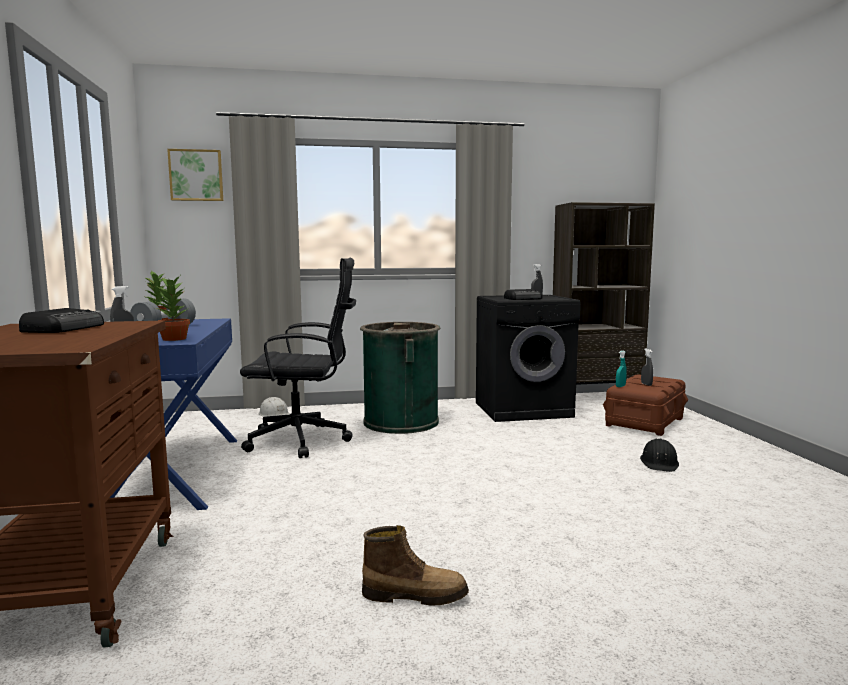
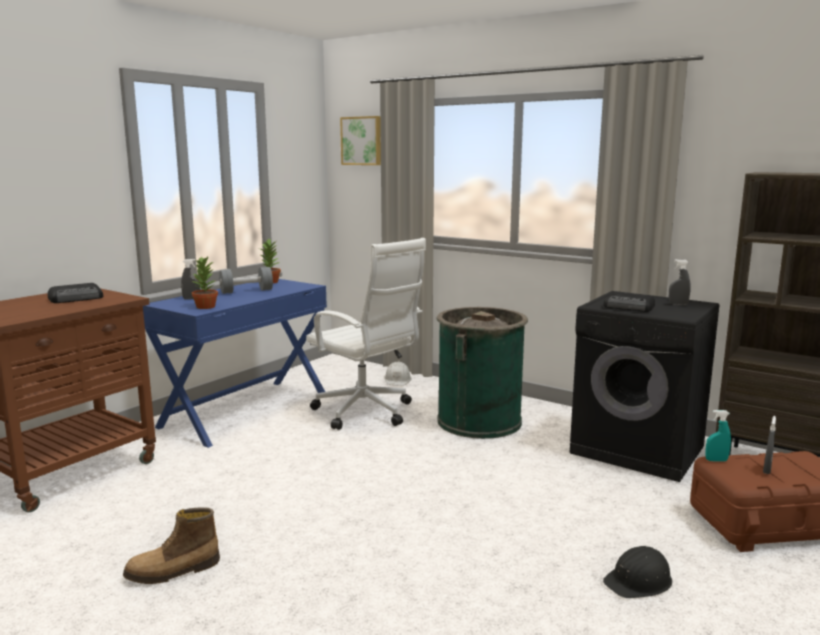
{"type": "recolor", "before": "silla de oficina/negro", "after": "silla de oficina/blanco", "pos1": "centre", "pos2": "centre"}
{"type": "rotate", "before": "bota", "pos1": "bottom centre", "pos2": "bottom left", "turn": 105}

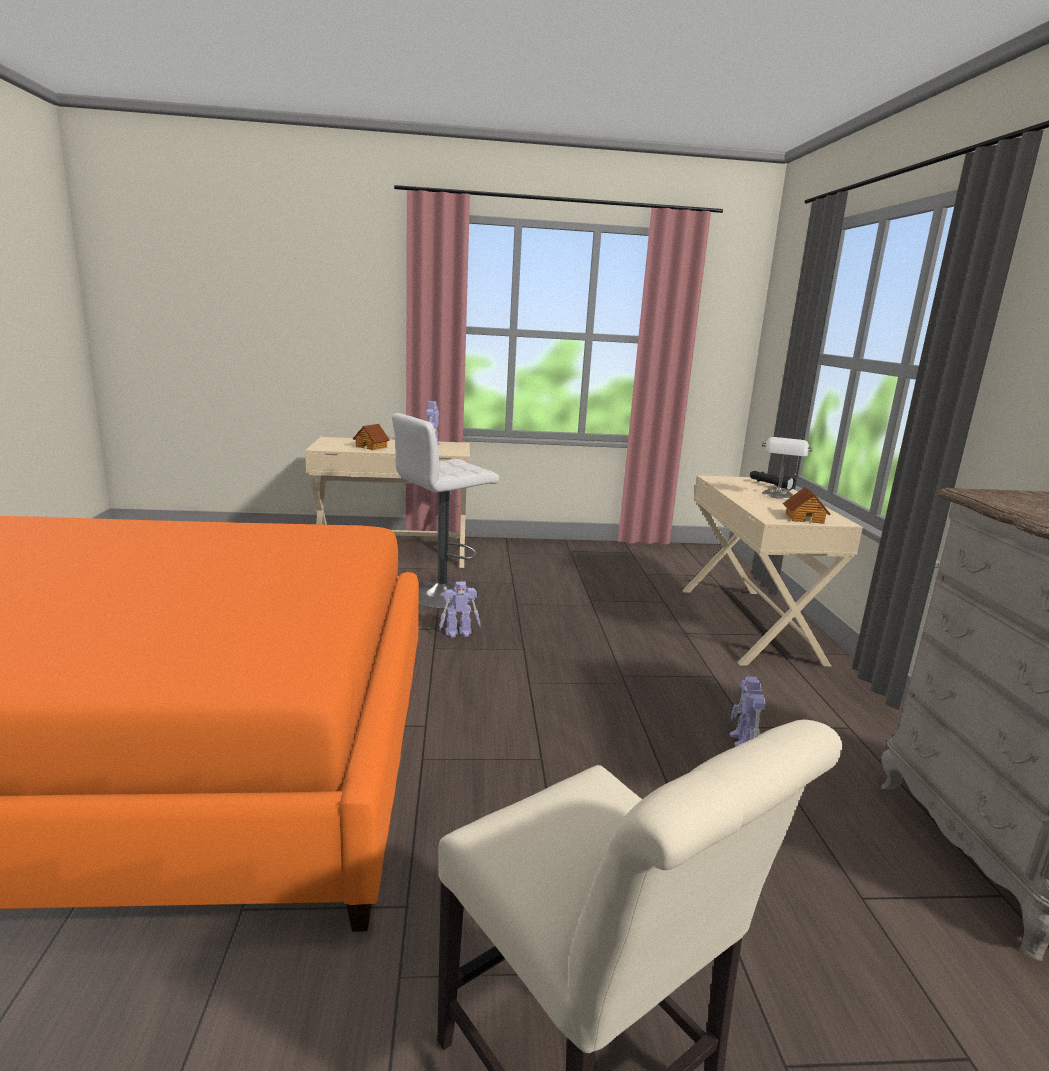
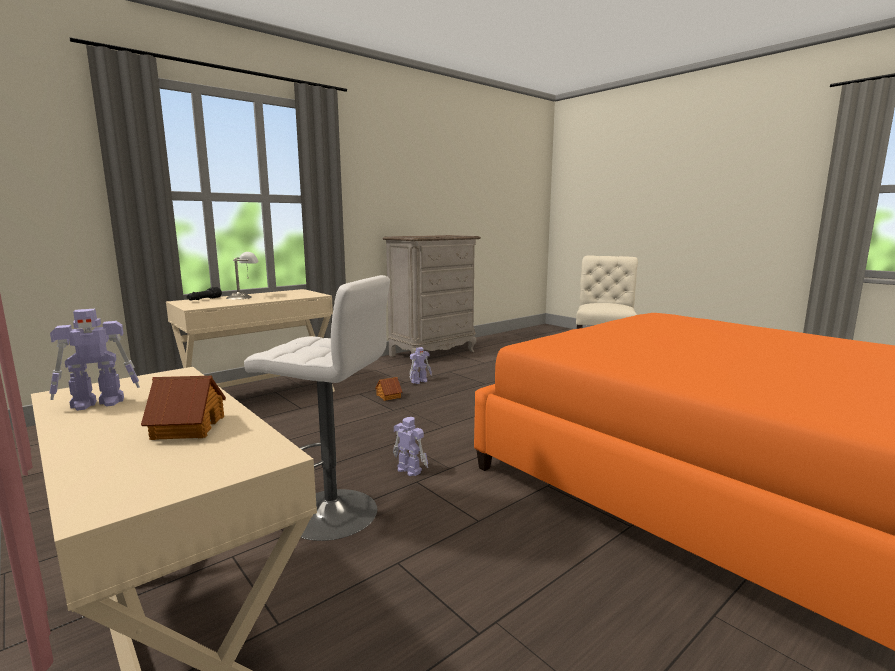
{"type": "move", "before": "casita (2nd from left)", "pos1": "middle right", "pos2": "centre"}

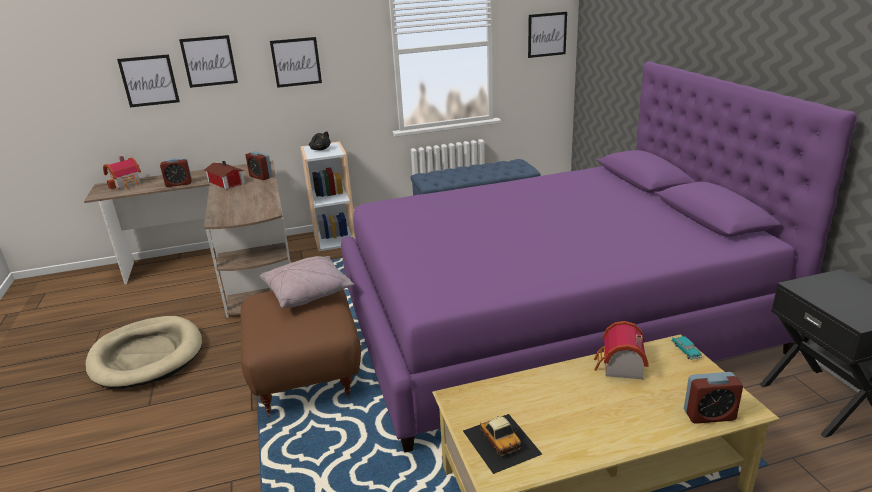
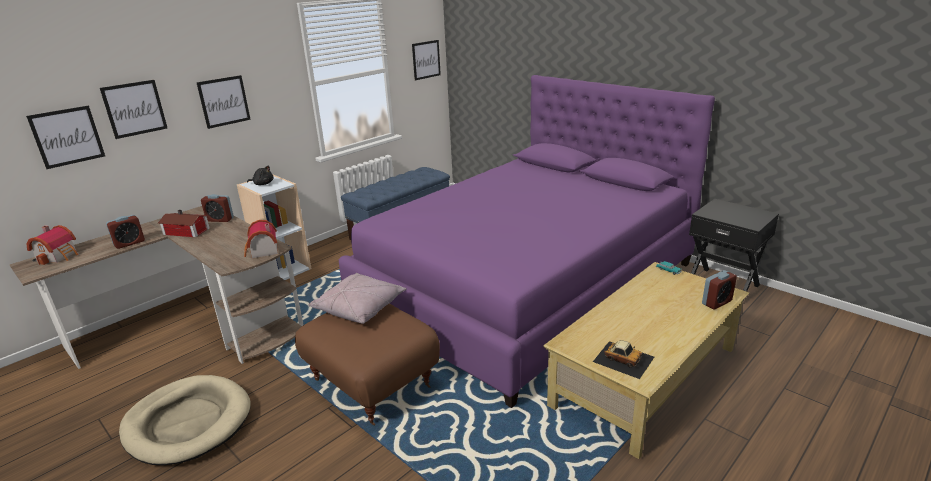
{"type": "move", "before": "casita (3rd from left)", "pos1": "bottom right", "pos2": "middle left"}

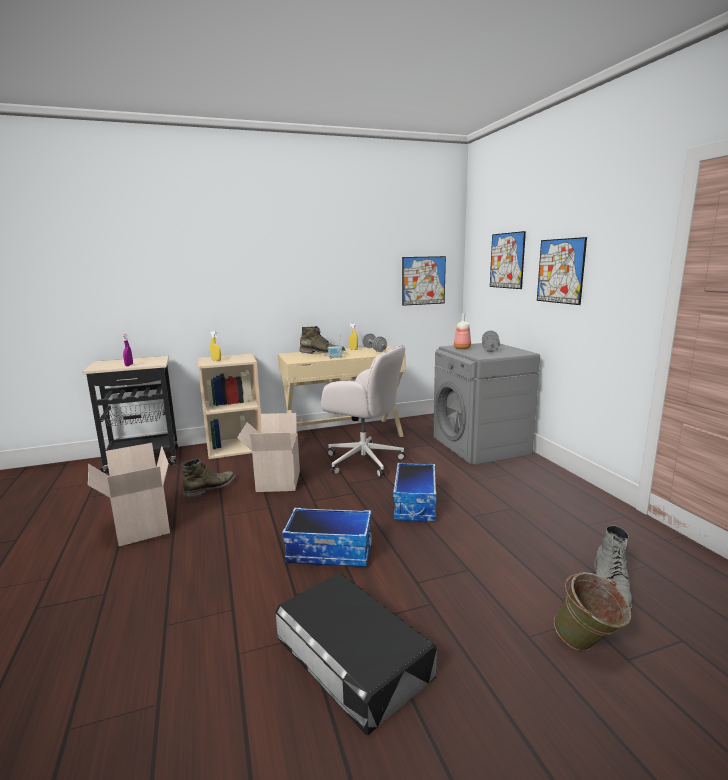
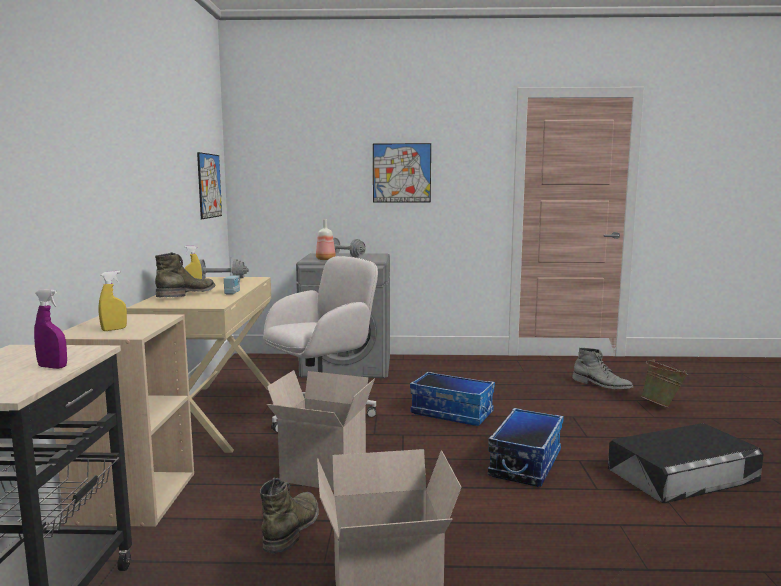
{"type": "delete", "before": "cuadro (2nd from left)", "pos1": "middle right"}
{"type": "rotate", "before": "bota/verde (1st from left in the first image)", "pos1": "middle left", "pos2": "bottom centre", "turn": 45}

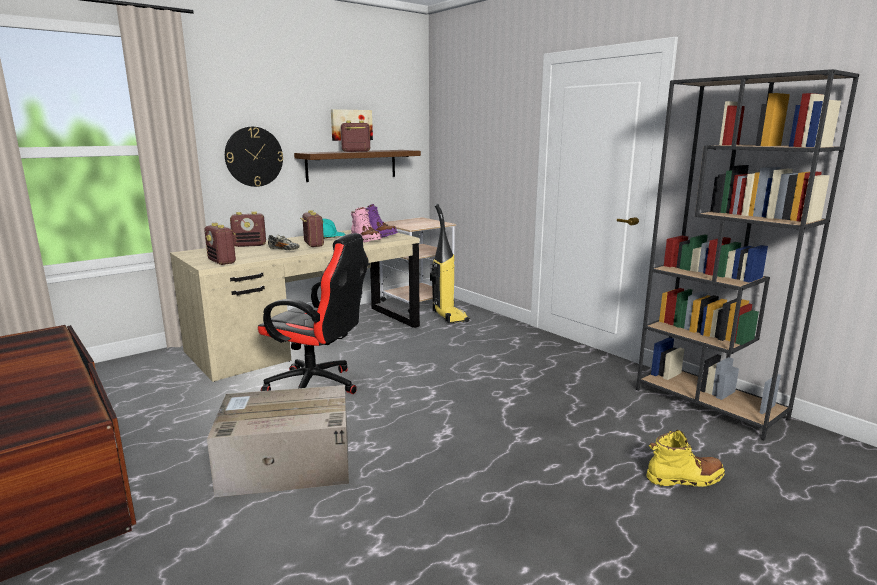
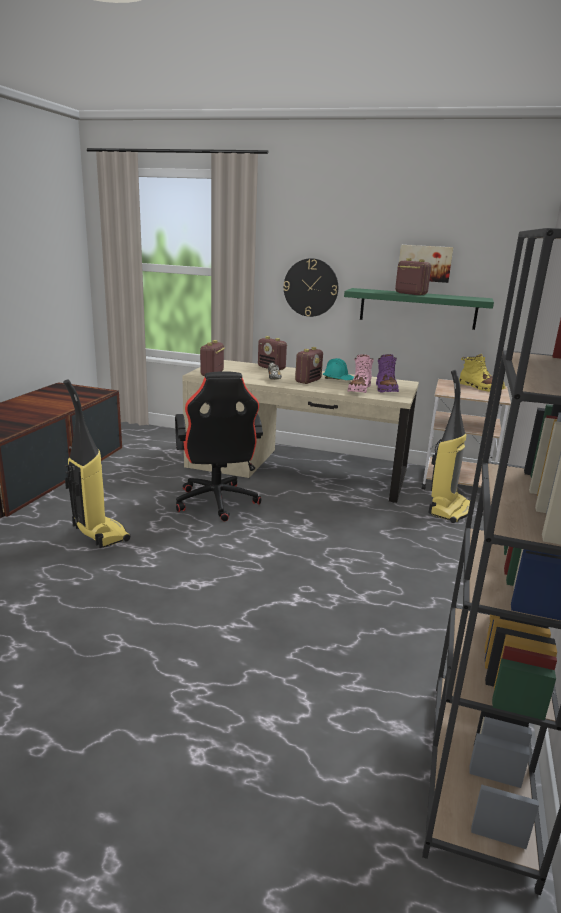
{"type": "move", "before": "bota/amarillo", "pos1": "bottom right", "pos2": "middle right"}
{"type": "replace", "before": "caja de cartón", "after": "aspiradora (1st from left)", "pos1": "bottom left", "pos2": "middle left"}
{"type": "recolor", "before": "estante/marrón", "after": "estante/verde", "pos1": "top centre", "pos2": "middle right"}

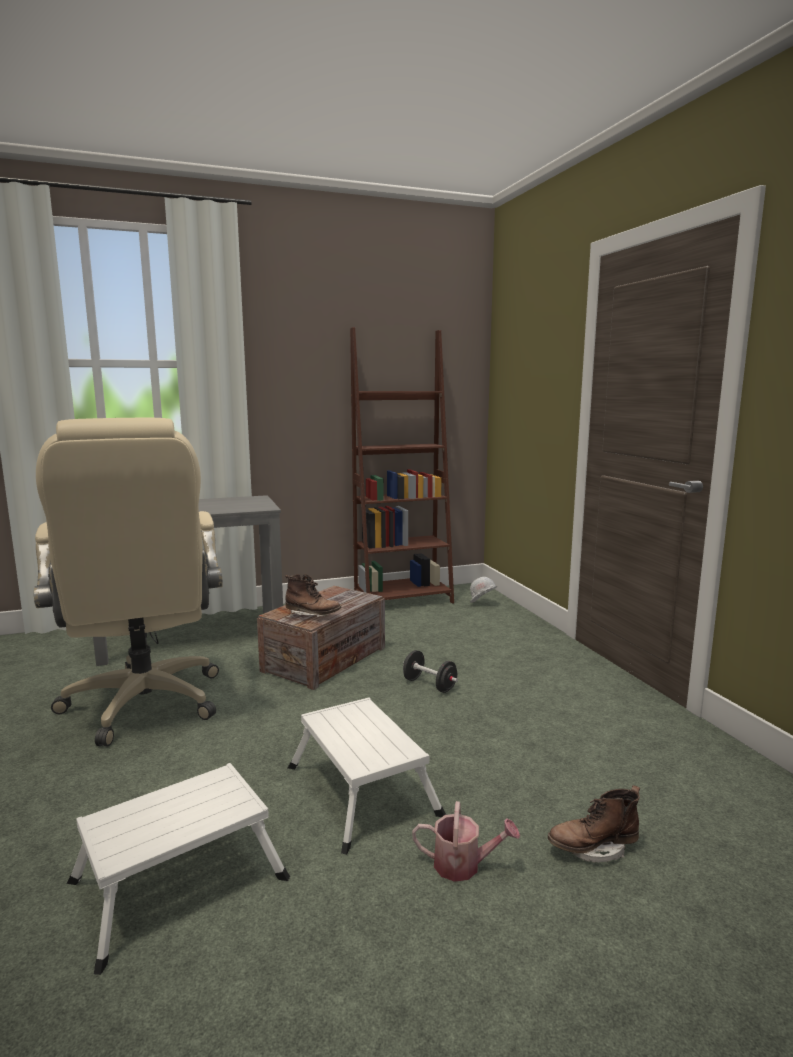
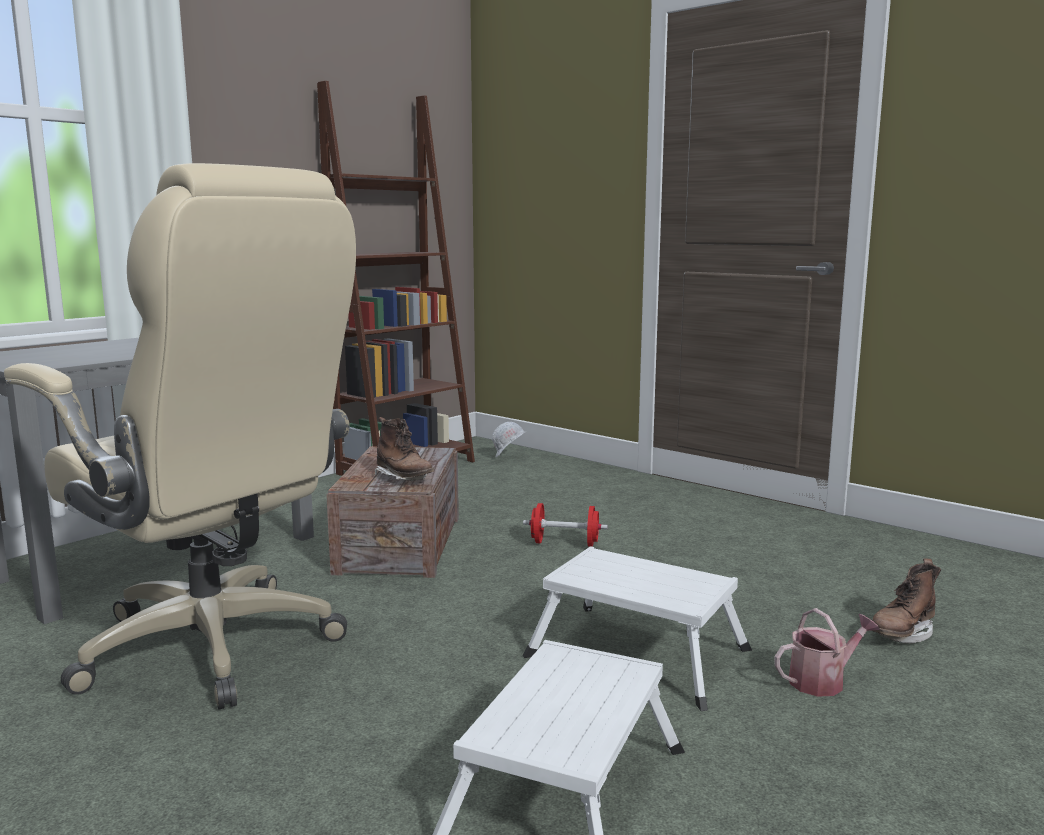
{"type": "recolor", "before": "mancuerna/negro", "after": "mancuerna/rojo", "pos1": "centre", "pos2": "centre"}
{"type": "rotate", "before": "bota/marrón (1st from left)", "pos1": "centre", "pos2": "centre", "turn": 60}

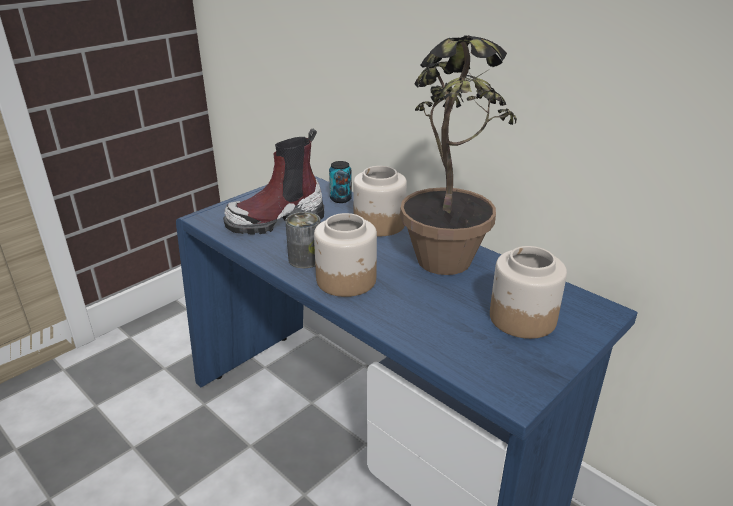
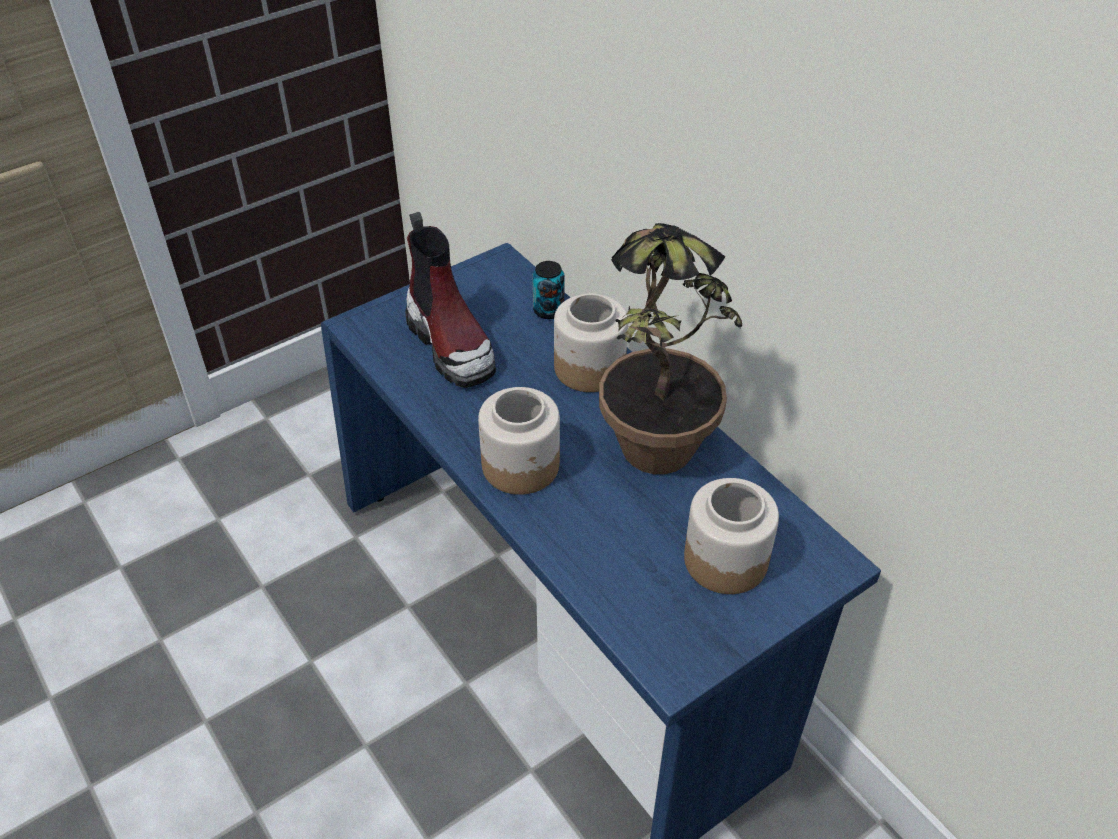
{"type": "delete", "before": "lata (1st from left)", "pos1": "centre"}
{"type": "rotate", "before": "bota", "pos1": "centre", "pos2": "centre", "turn": -105}

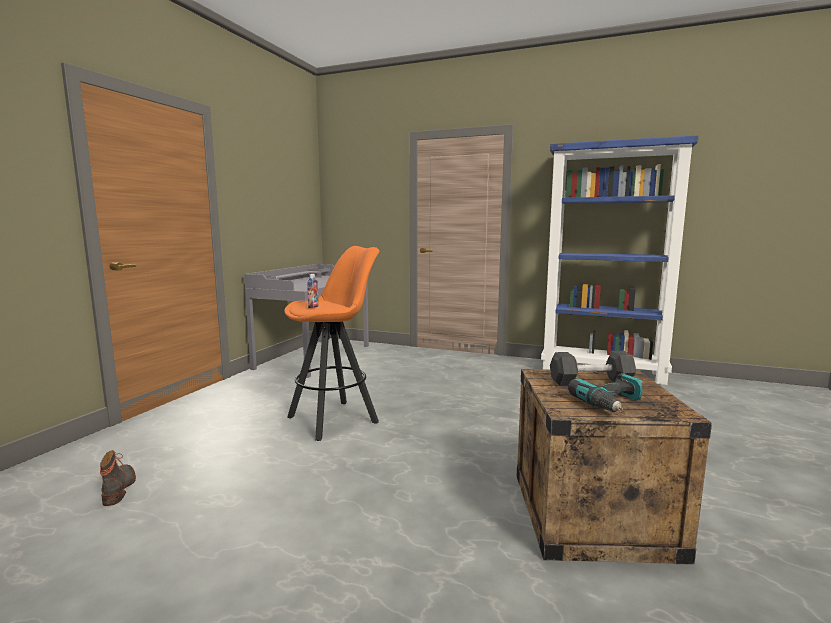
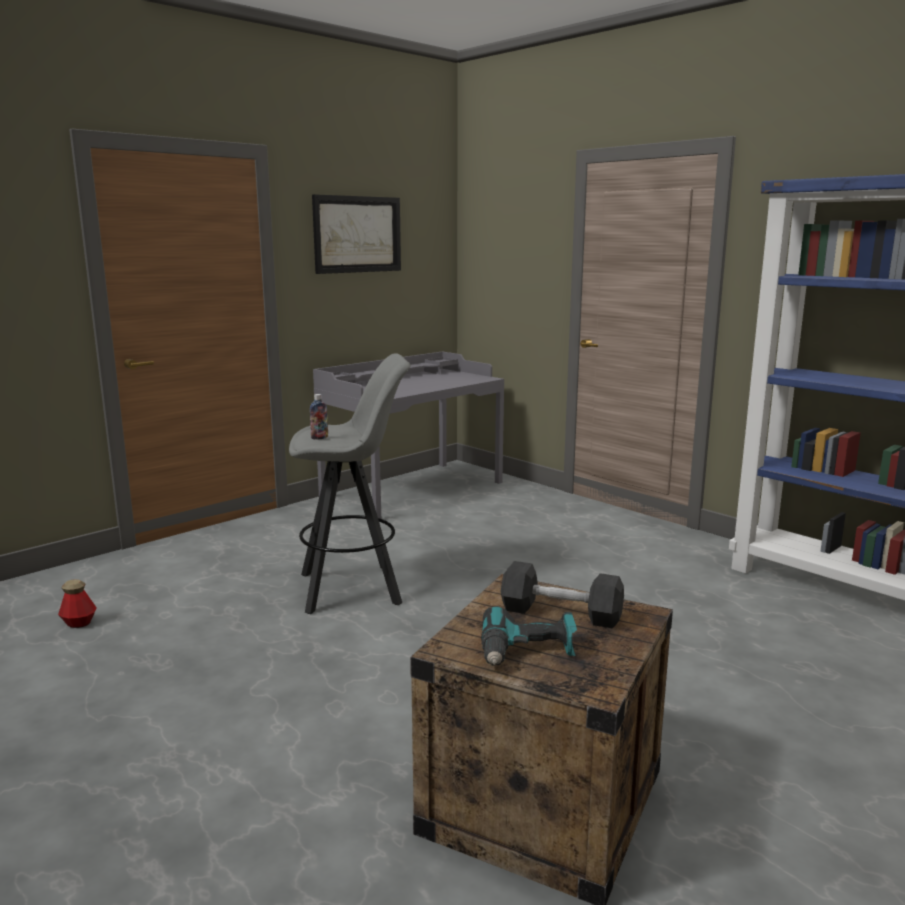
{"type": "insert", "after": "cuadro", "pos2": "top centre"}
{"type": "replace", "before": "bota", "after": "botella (1st from left)", "pos1": "bottom left", "pos2": "middle left"}
{"type": "recolor", "before": "taburete/naranja", "after": "taburete/gris", "pos1": "centre", "pos2": "centre"}

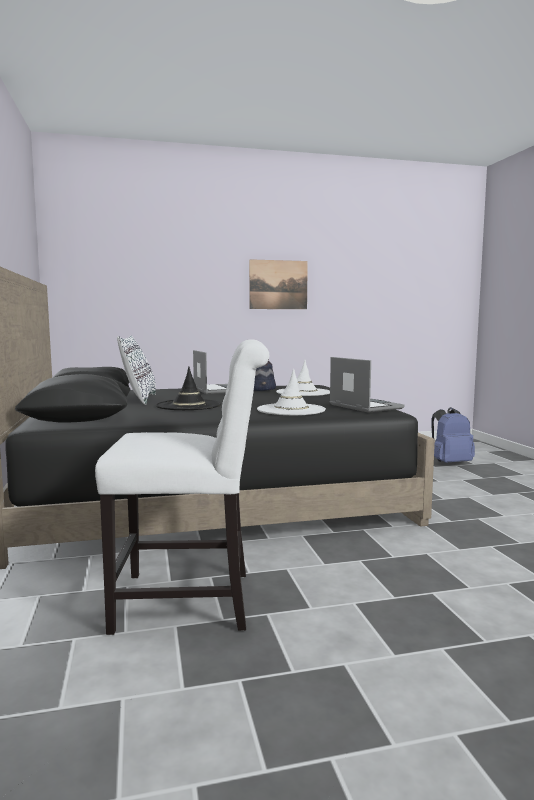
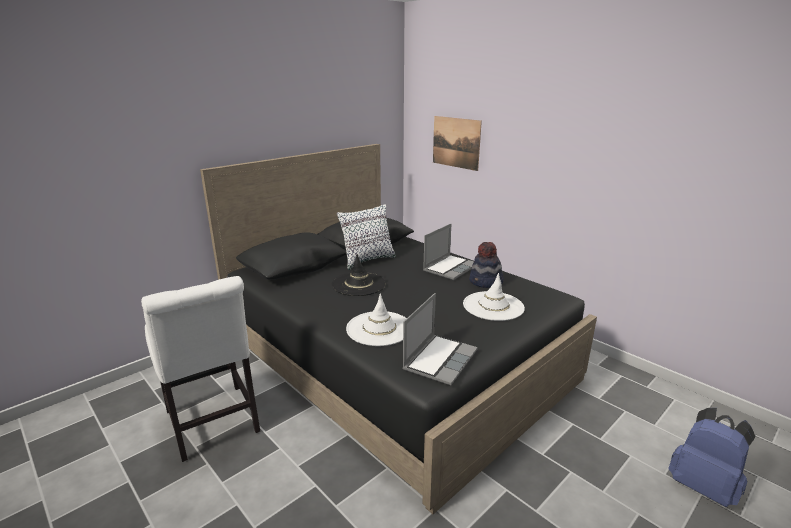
{"type": "move", "before": "cuadro", "pos1": "centre", "pos2": "top centre"}

